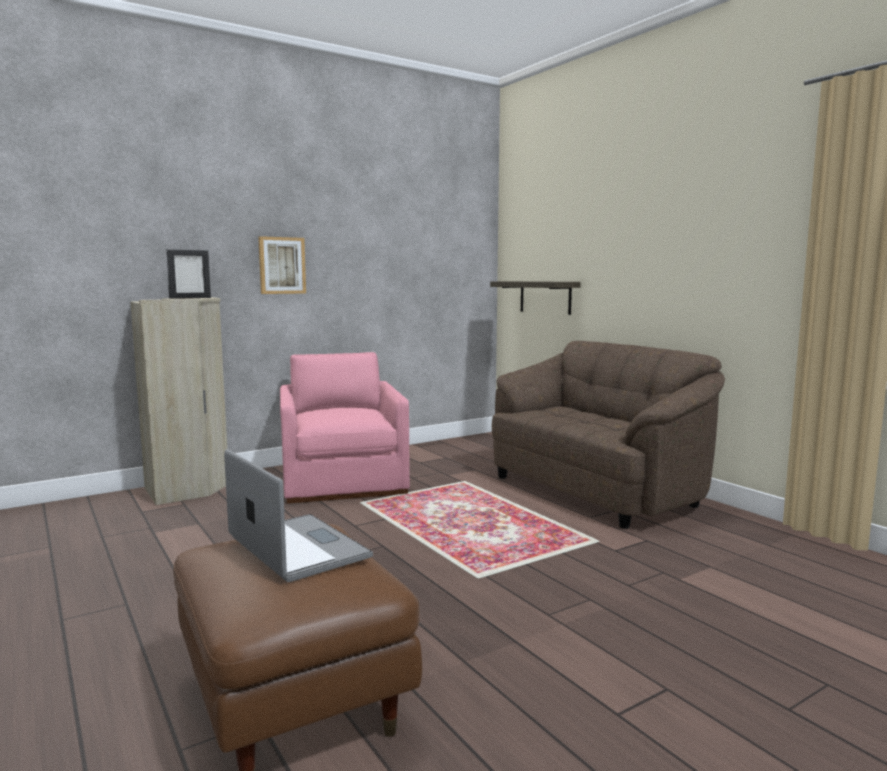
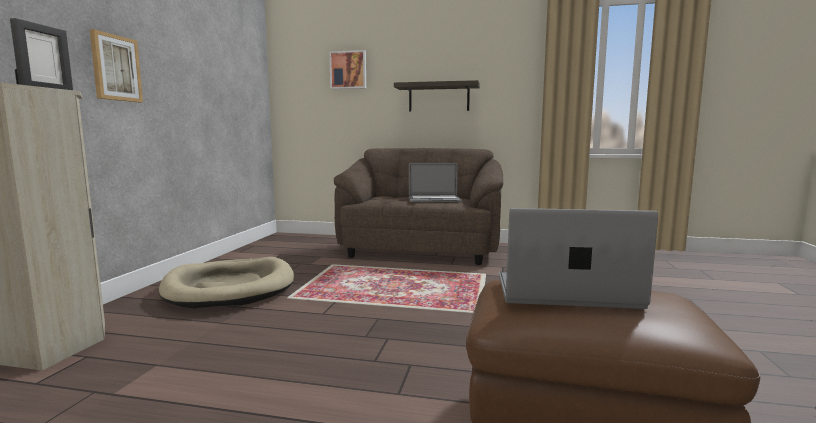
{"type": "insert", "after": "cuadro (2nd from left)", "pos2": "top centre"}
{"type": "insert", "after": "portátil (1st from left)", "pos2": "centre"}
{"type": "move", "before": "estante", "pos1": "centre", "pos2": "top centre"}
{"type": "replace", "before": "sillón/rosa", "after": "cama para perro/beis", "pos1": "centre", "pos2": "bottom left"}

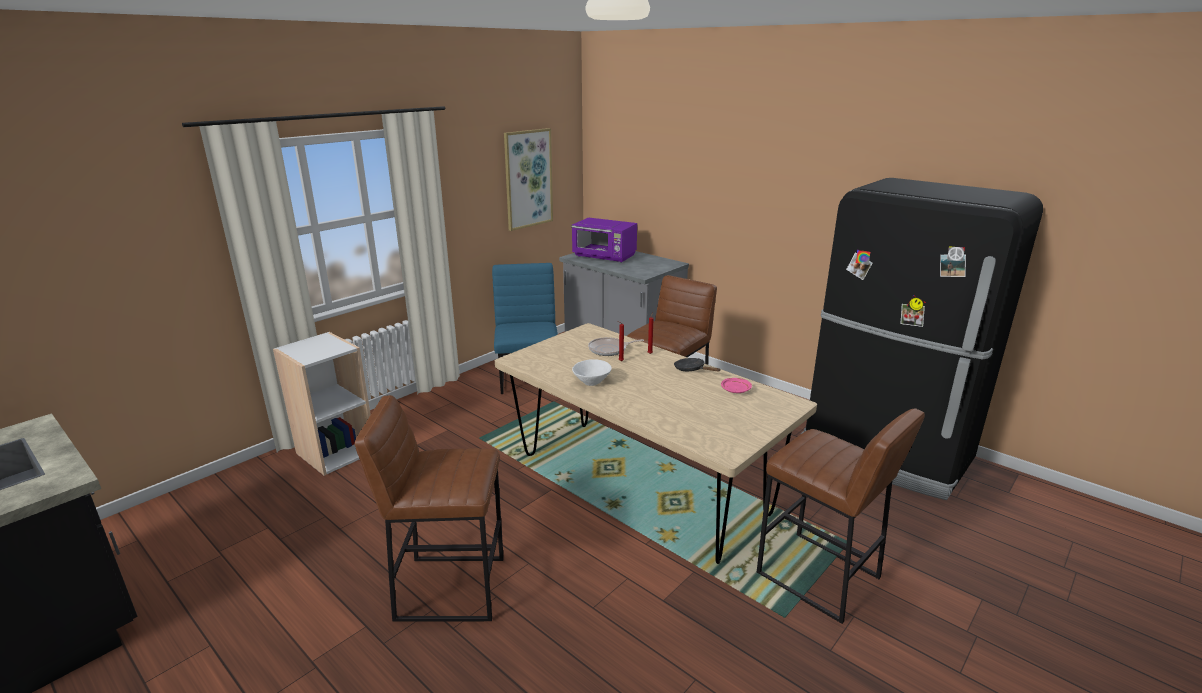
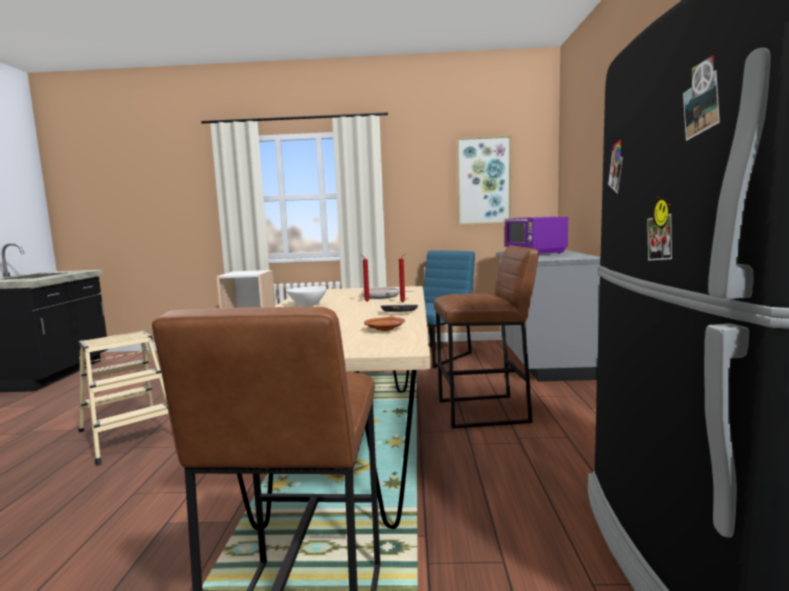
{"type": "replace", "before": "taburete/marrón (1st from left)", "after": "escalera de tijera/beis", "pos1": "bottom centre", "pos2": "bottom left"}
{"type": "recolor", "before": "plato/rosa", "after": "plato/marrón", "pos1": "centre", "pos2": "centre"}

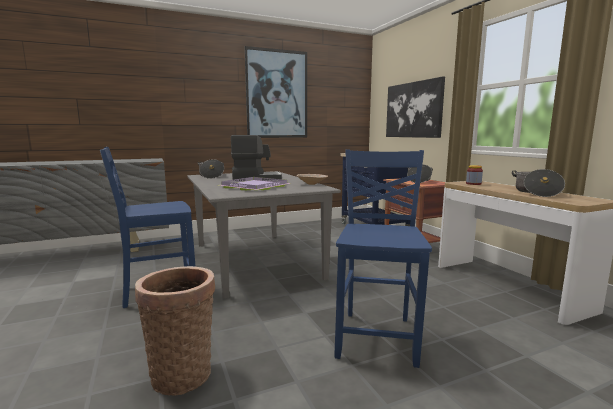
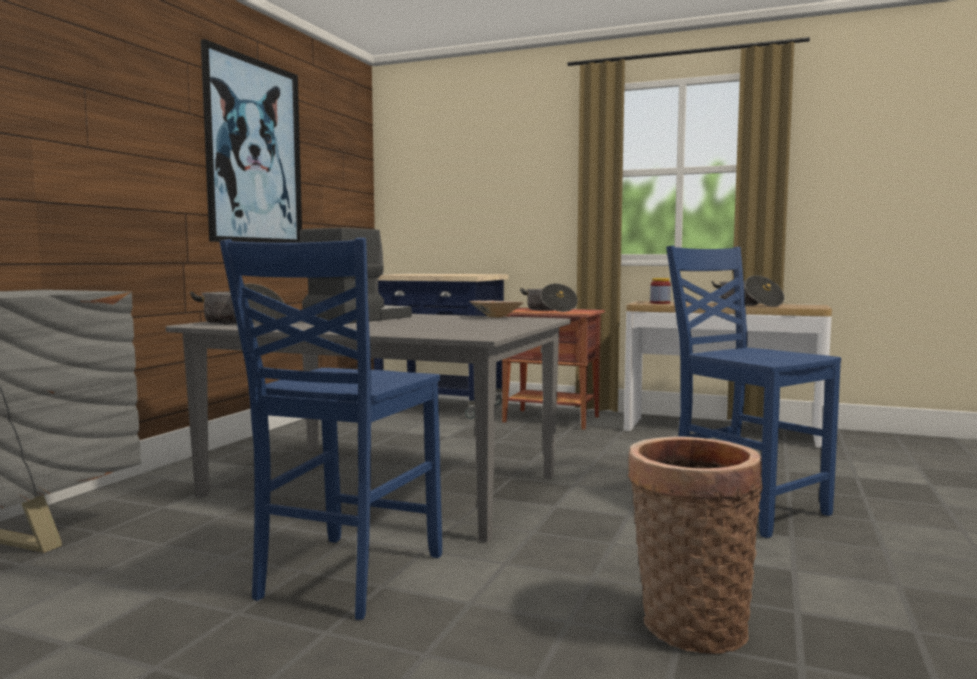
{"type": "delete", "before": "bandeja/morado", "pos1": "centre"}
{"type": "delete", "before": "cuadro (2nd from left)", "pos1": "top right"}

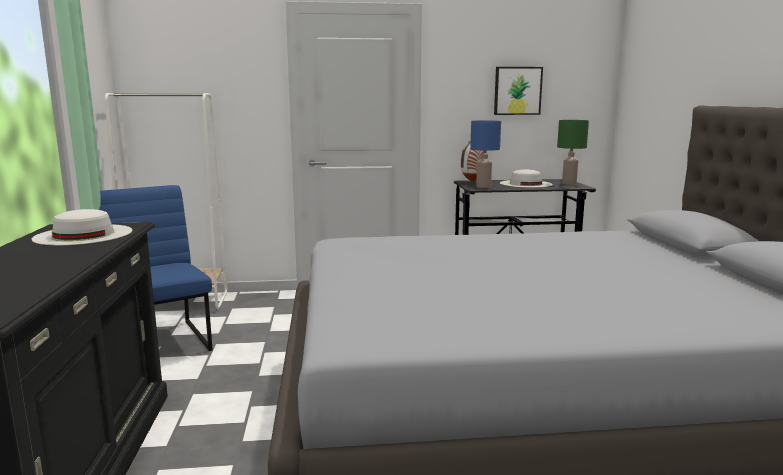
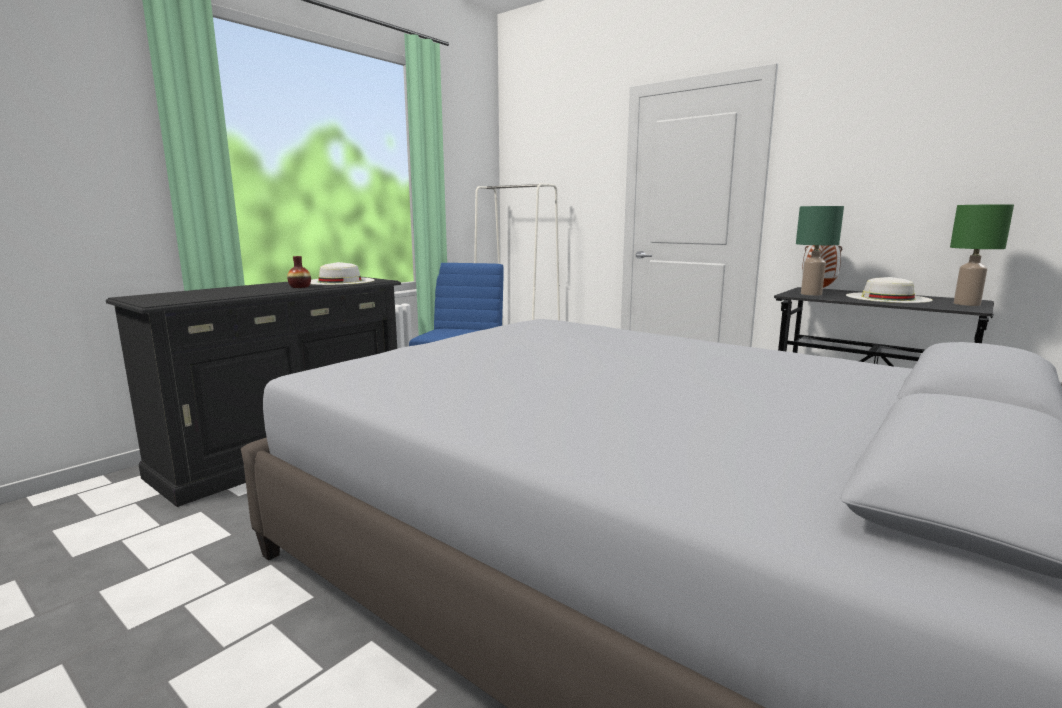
{"type": "delete", "before": "cuadro", "pos1": "top centre"}
{"type": "insert", "after": "florero (1st from left)", "pos2": "middle left"}
{"type": "recolor", "before": "lámpara de mesa/azul", "after": "lámpara de mesa/verde (1st from left)", "pos1": "top centre", "pos2": "middle right"}

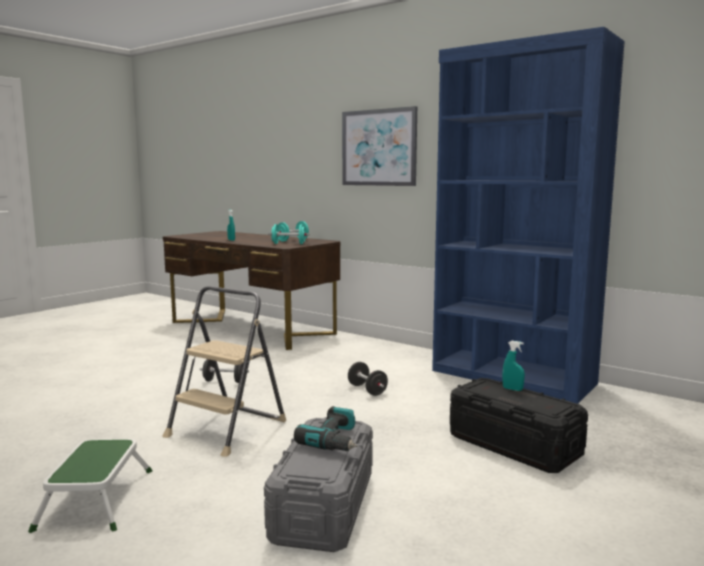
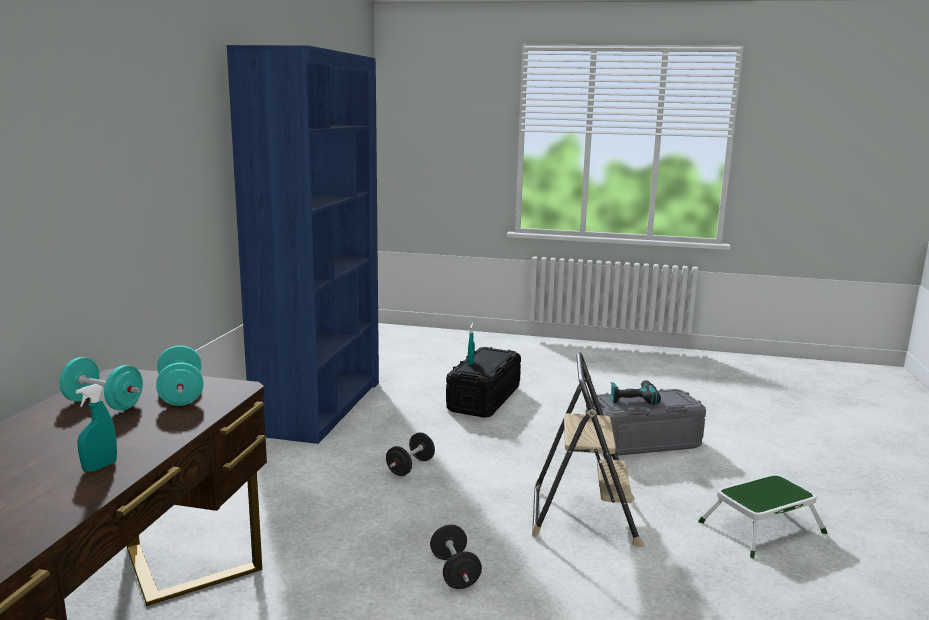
{"type": "delete", "before": "cuadro", "pos1": "top centre"}

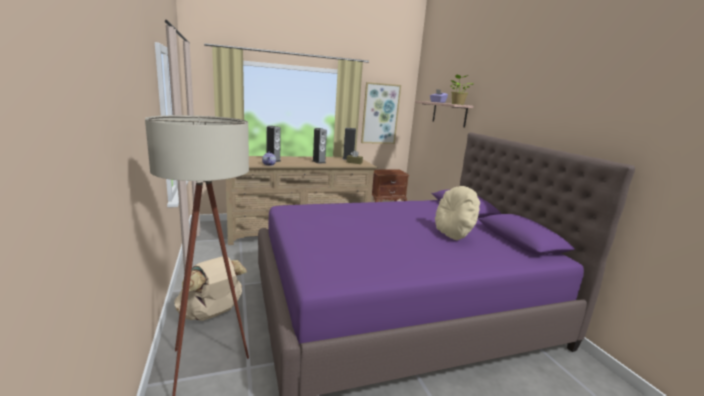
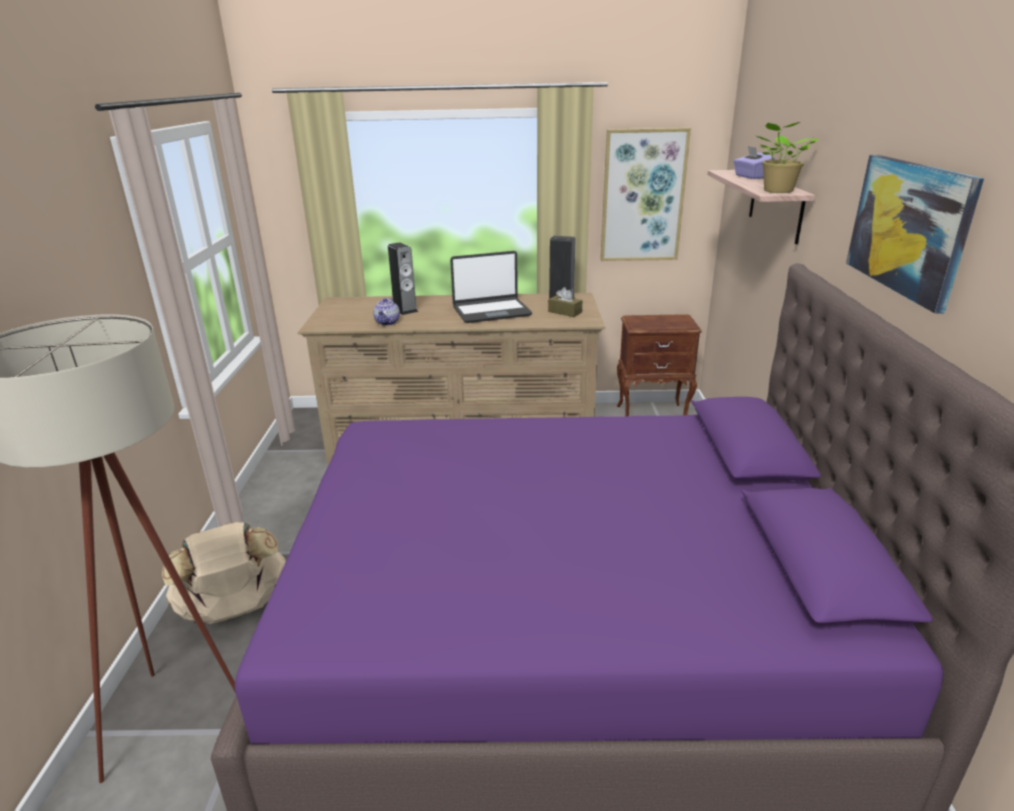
{"type": "delete", "before": "cojín/beis", "pos1": "centre"}
{"type": "insert", "after": "cuadro (2nd from left)", "pos2": "top right"}
{"type": "replace", "before": "altavoz (2nd from left)", "after": "portátil", "pos1": "centre", "pos2": "centre"}

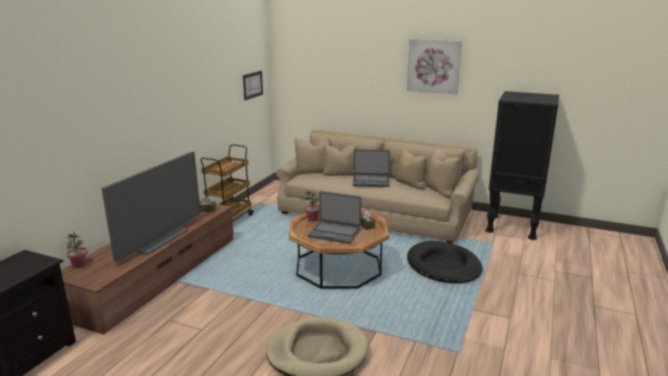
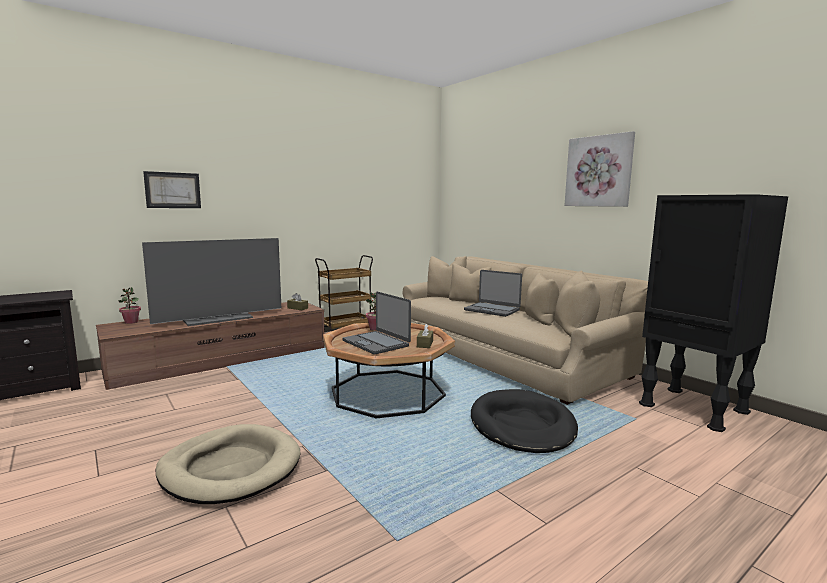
{"type": "move", "before": "cuadro (1st from left)", "pos1": "top centre", "pos2": "top left"}

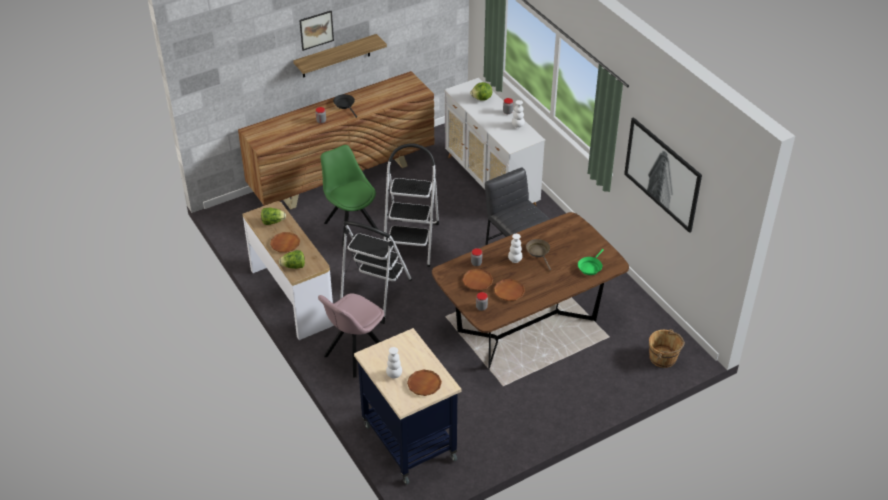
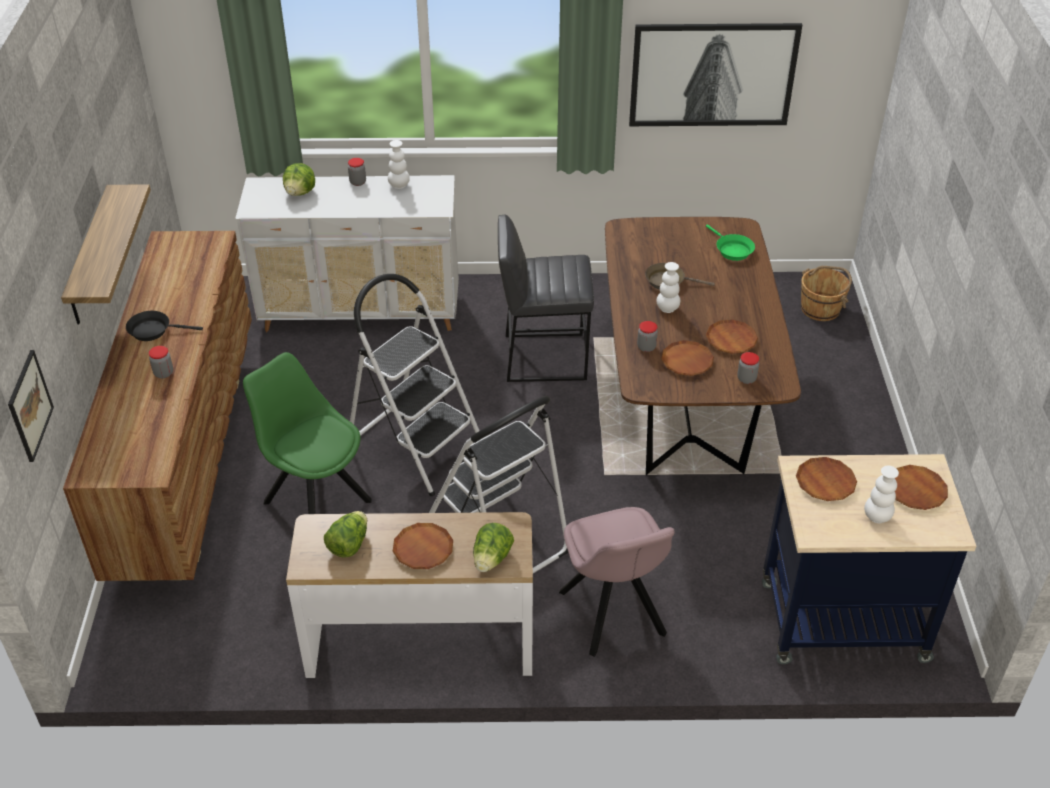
{"type": "insert", "after": "plato/marrón (4th from left)", "pos2": "middle right"}
{"type": "move", "before": "cuadro (1st from left)", "pos1": "top centre", "pos2": "middle left"}
{"type": "rotate", "before": "silla/verde", "pos1": "centre", "pos2": "middle left", "turn": 45}

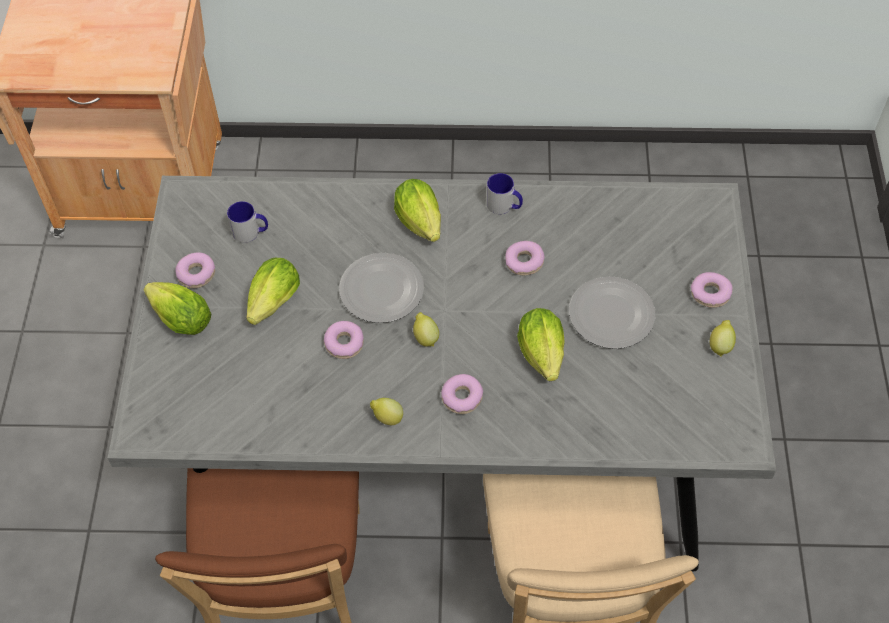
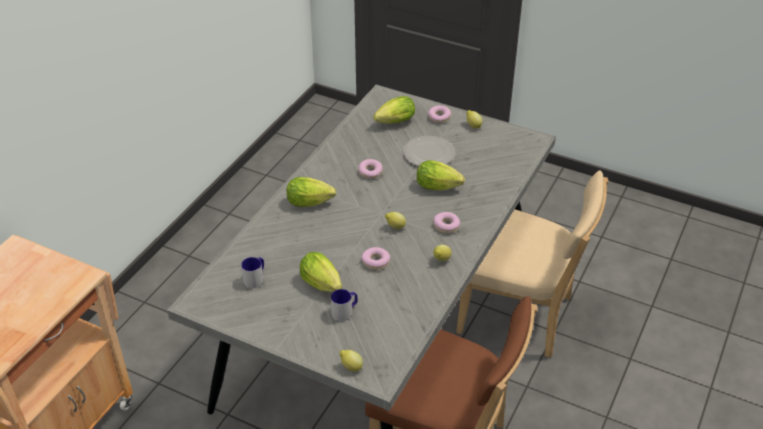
{"type": "delete", "before": "rosquilla (1st from left)", "pos1": "middle left"}
{"type": "delete", "before": "plato (1st from left)", "pos1": "centre"}
{"type": "insert", "after": "limón (1st from left)", "pos2": "bottom centre"}
{"type": "move", "before": "lechuga (1st from left in the first image)", "after": "lechuga (3rd from left)", "pos1": "middle left", "pos2": "top centre"}
{"type": "move", "before": "taza grande (2nd from left)", "pos1": "top centre", "pos2": "bottom centre"}

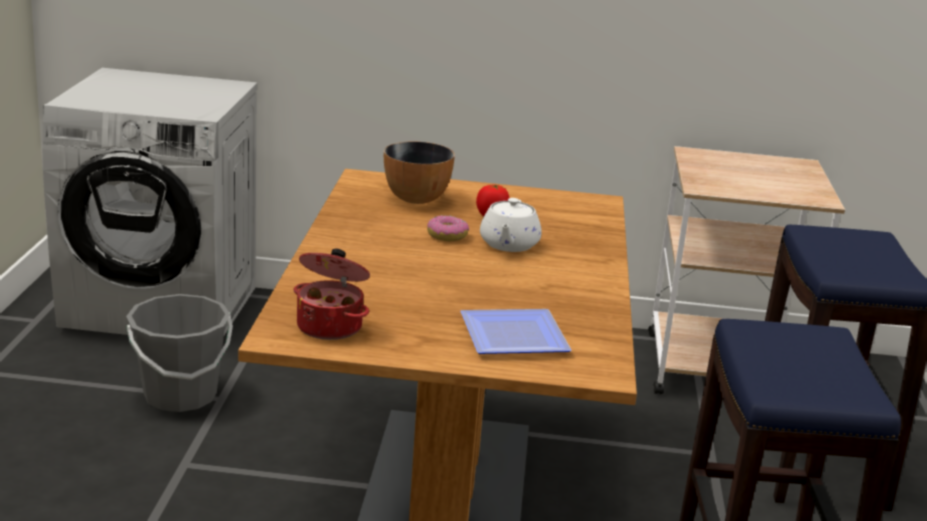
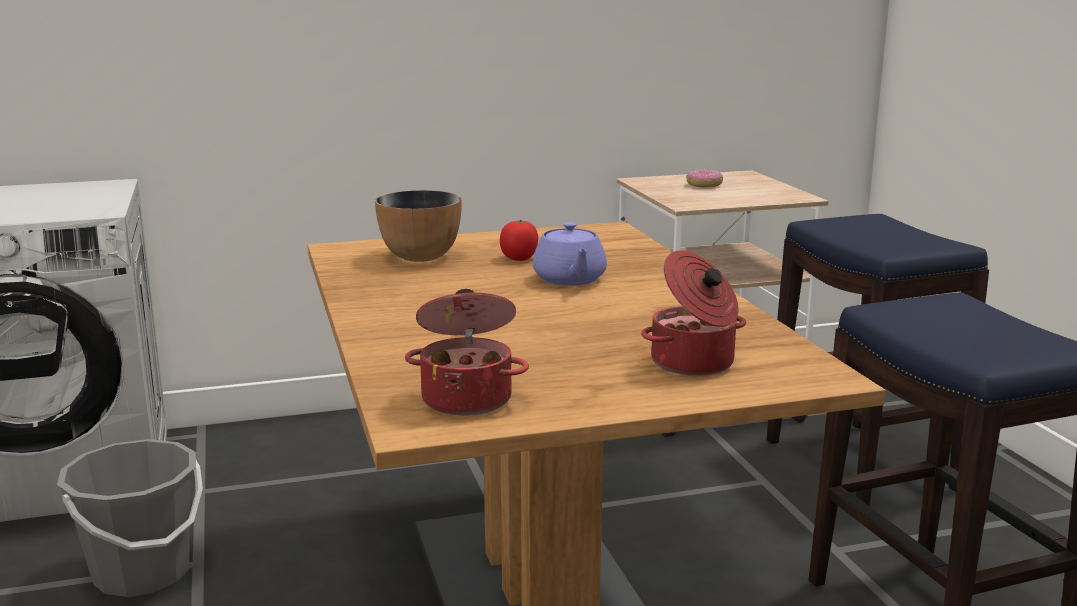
{"type": "move", "before": "rosquilla", "pos1": "centre", "pos2": "top centre"}
{"type": "replace", "before": "plato", "after": "olla (2nd from left)", "pos1": "centre", "pos2": "centre"}
{"type": "recolor", "before": "tetera/blanco", "after": "tetera/morado", "pos1": "centre", "pos2": "centre"}

